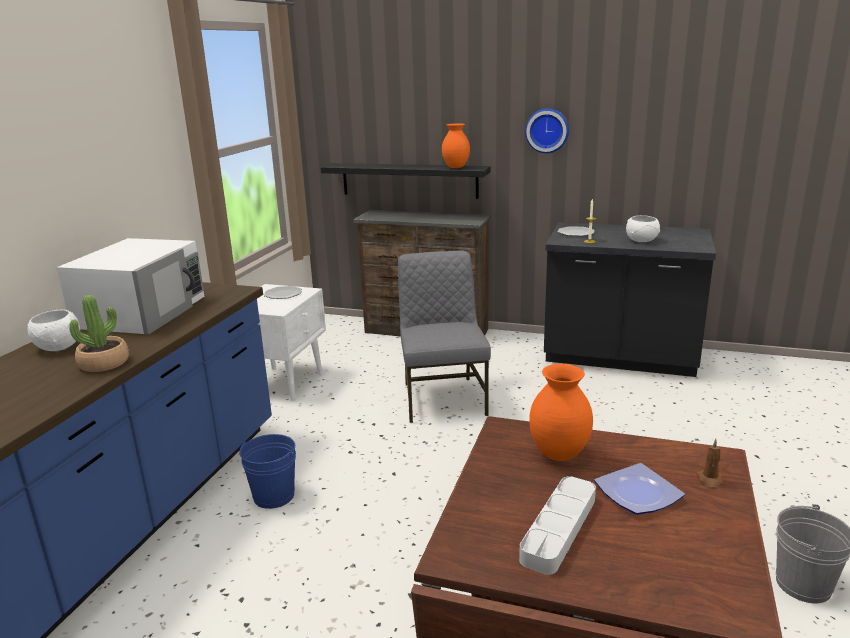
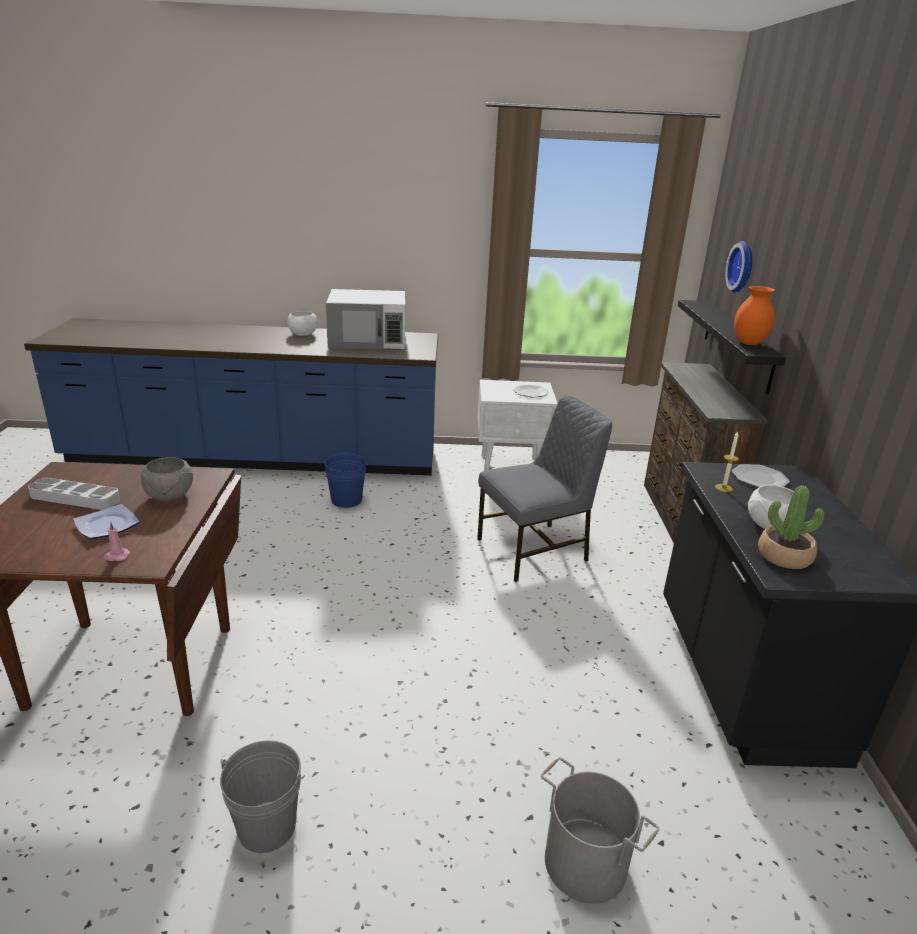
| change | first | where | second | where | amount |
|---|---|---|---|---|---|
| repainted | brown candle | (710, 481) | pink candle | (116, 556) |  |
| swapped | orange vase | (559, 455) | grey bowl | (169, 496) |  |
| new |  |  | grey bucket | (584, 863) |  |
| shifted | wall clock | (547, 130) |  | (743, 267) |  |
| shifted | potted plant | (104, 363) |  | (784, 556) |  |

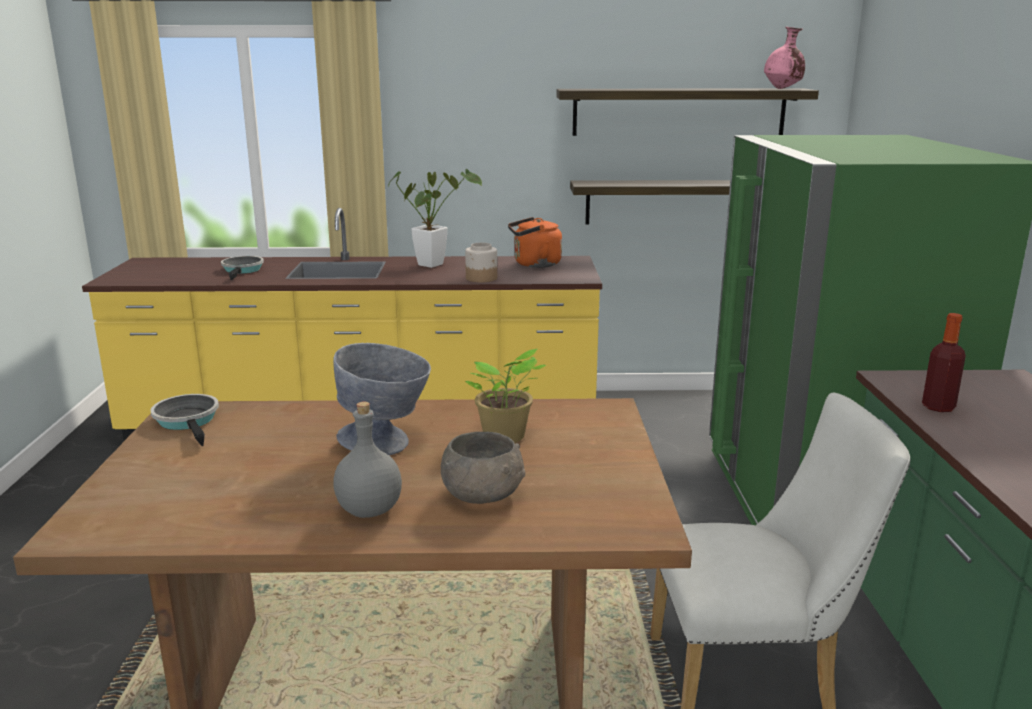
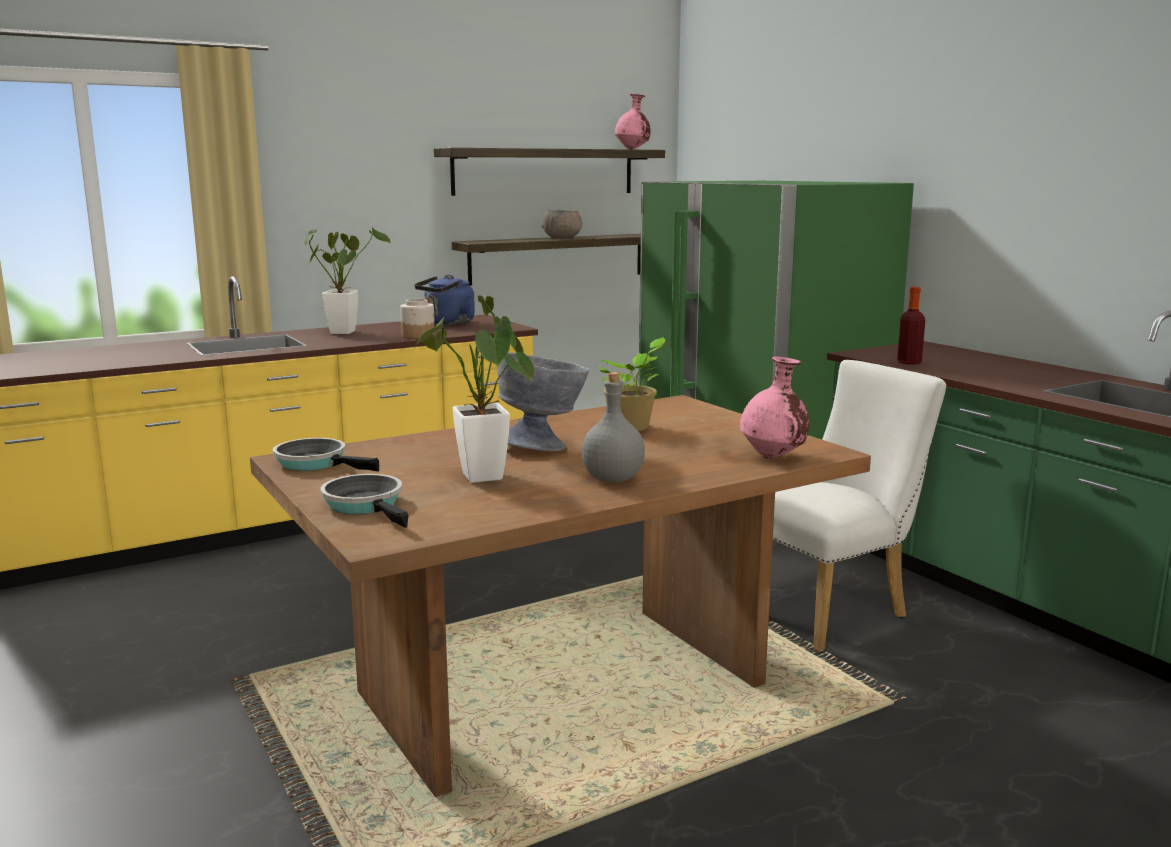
| change | first | where | second | where | amount |
|---|---|---|---|---|---|
| shifted | frying pan | (242, 270) |  | (366, 505) |  |
| repainted | orange kettle | (534, 264) | blue kettle | (447, 323) |  |
| new |  |  | potted plant | (484, 480) |  |
| shifted | grey bowl | (483, 495) |  | (562, 238) |  |
| new |  |  | pink vase | (773, 457) |  |

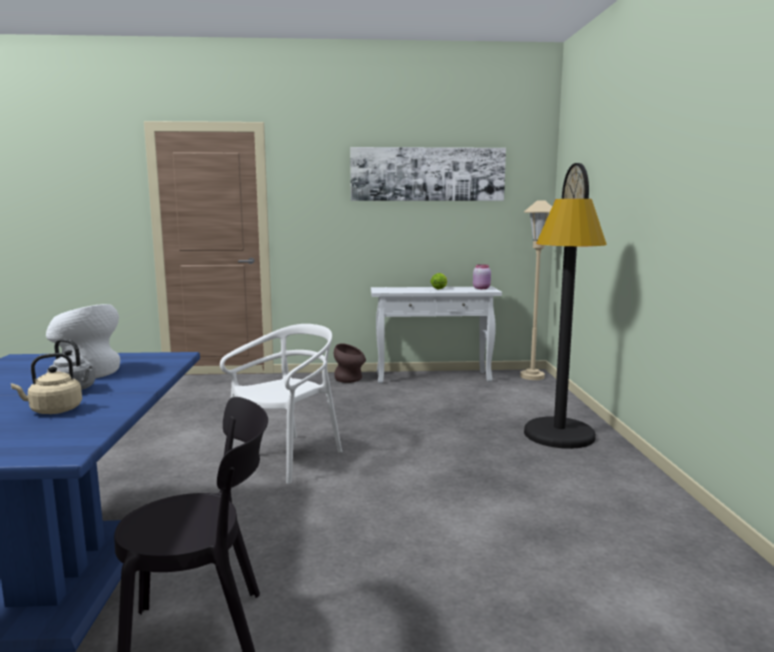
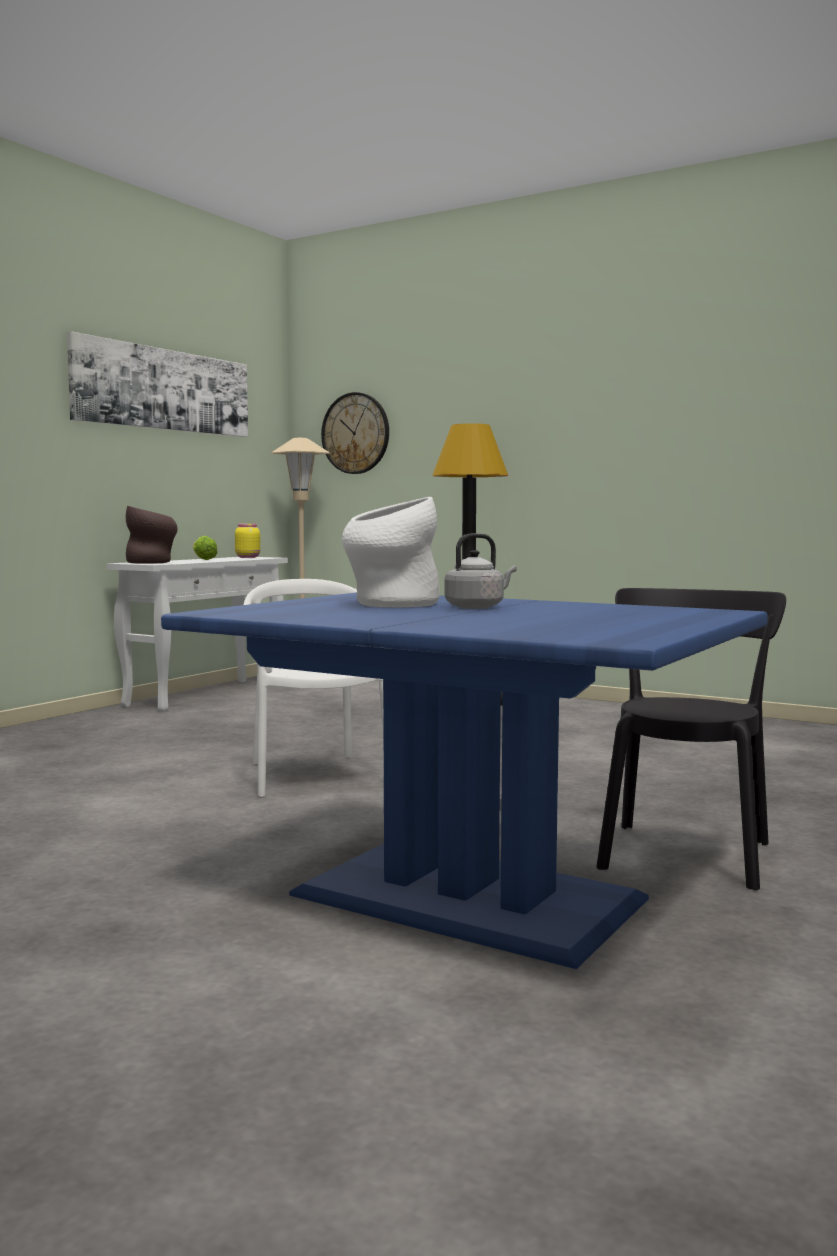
| change | first | where | second | where | amount |
|---|---|---|---|---|---|
| shifted | brown vase | (350, 379) |  | (153, 562) |  |
| repainted | pink jar | (481, 288) | yellow jar | (248, 557) |  |
| gone | beige kettle | (53, 411) |  |  |  |

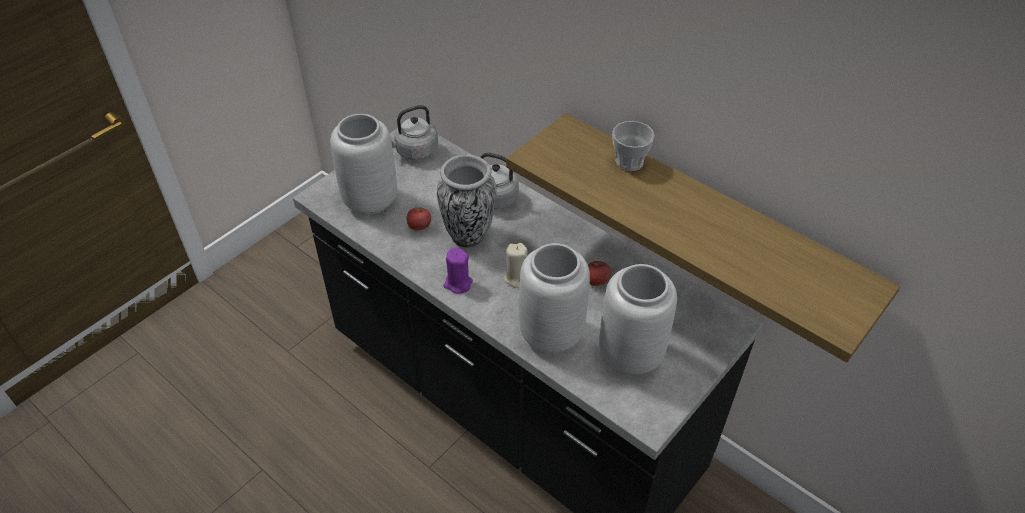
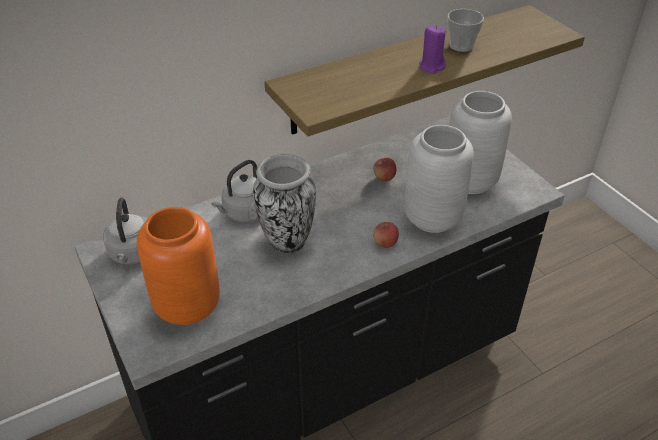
| change | first | where | second | where | amount |
|---|---|---|---|---|---|
| repainted | grey vase | (369, 200) | orange vase | (186, 307) |  |
| shifted | apple | (419, 227) |  | (385, 243) |  |
| shifted | purple candle | (458, 283) |  | (431, 66) |  |
| shifted | cup | (629, 162) |  | (461, 46) |  |
| gone | beige candle | (517, 277) |  |  |  |

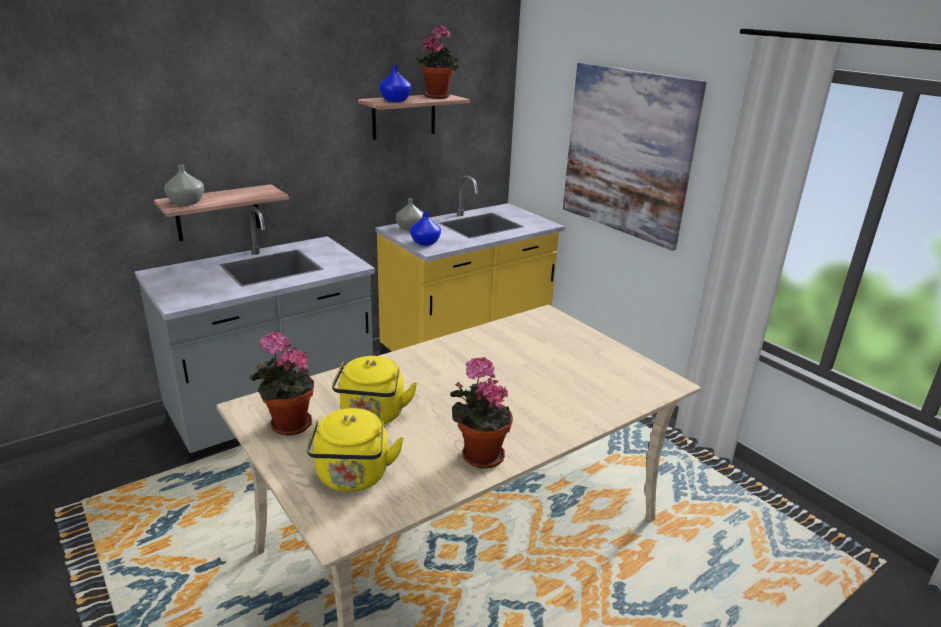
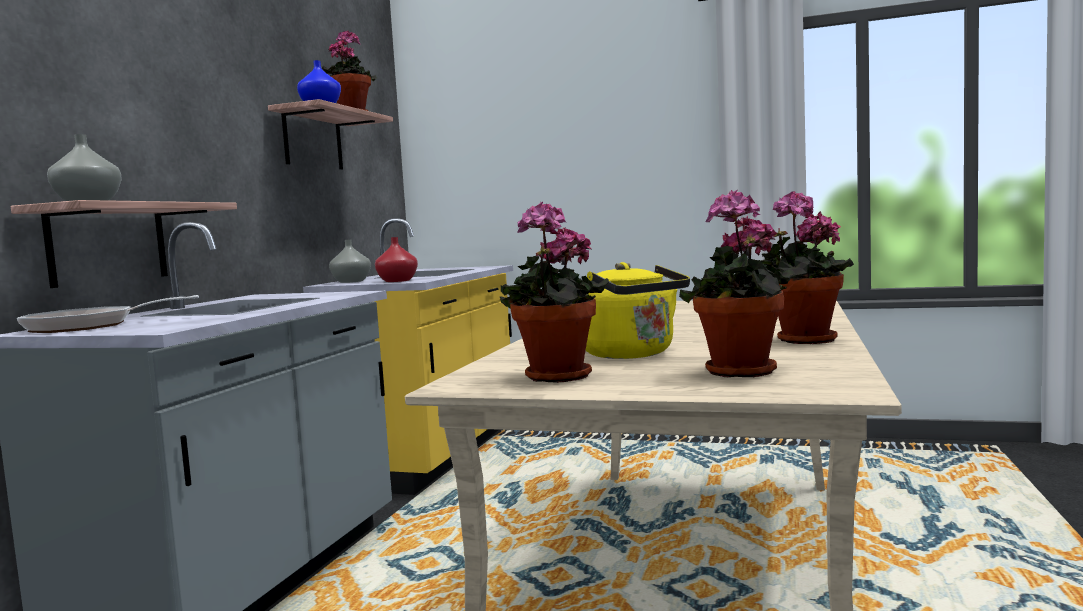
| change | first | where | second | where | amount |
|---|---|---|---|---|---|
| new |  |  | frying pan | (89, 326) |  |
| repainted | blue vase | (425, 242) | red vase | (396, 281) |  |
| swapped | yellow kettle | (352, 478) | potted plant | (740, 373) |  |
| gone | picture | (627, 153) |  |  |  |

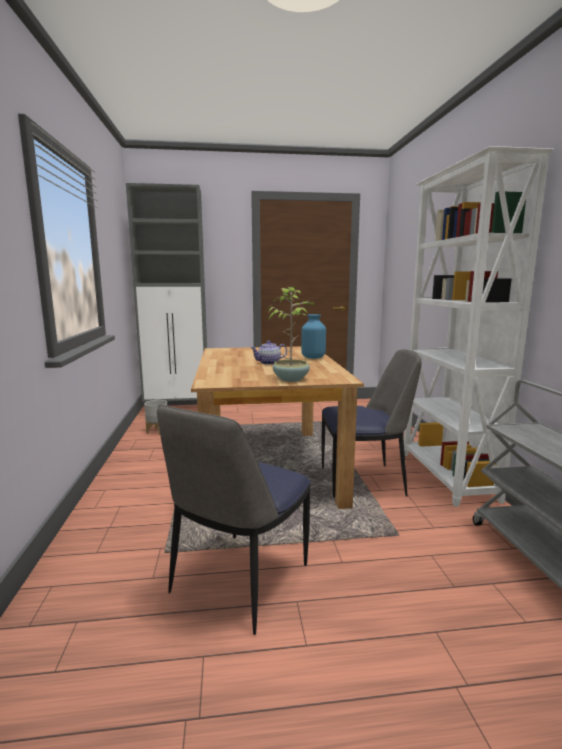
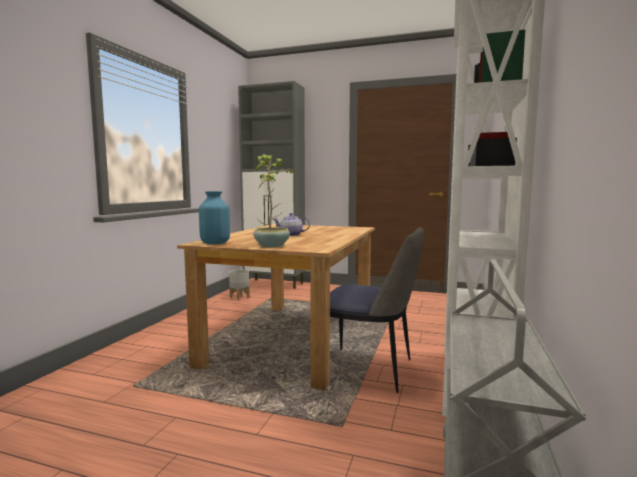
| change | first | where | second | where | amount |
|---|---|---|---|---|---|
| shifted | blue vase | (313, 357) |  | (215, 243) |  |
| gone | chair | (238, 581) |  |  |  |

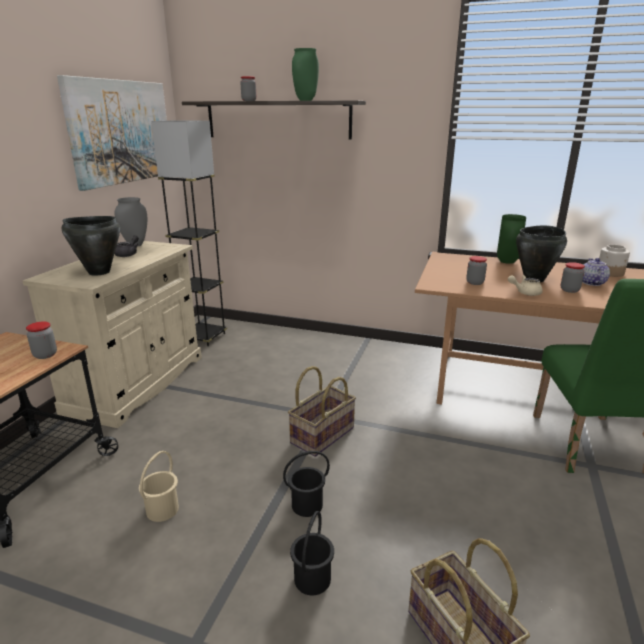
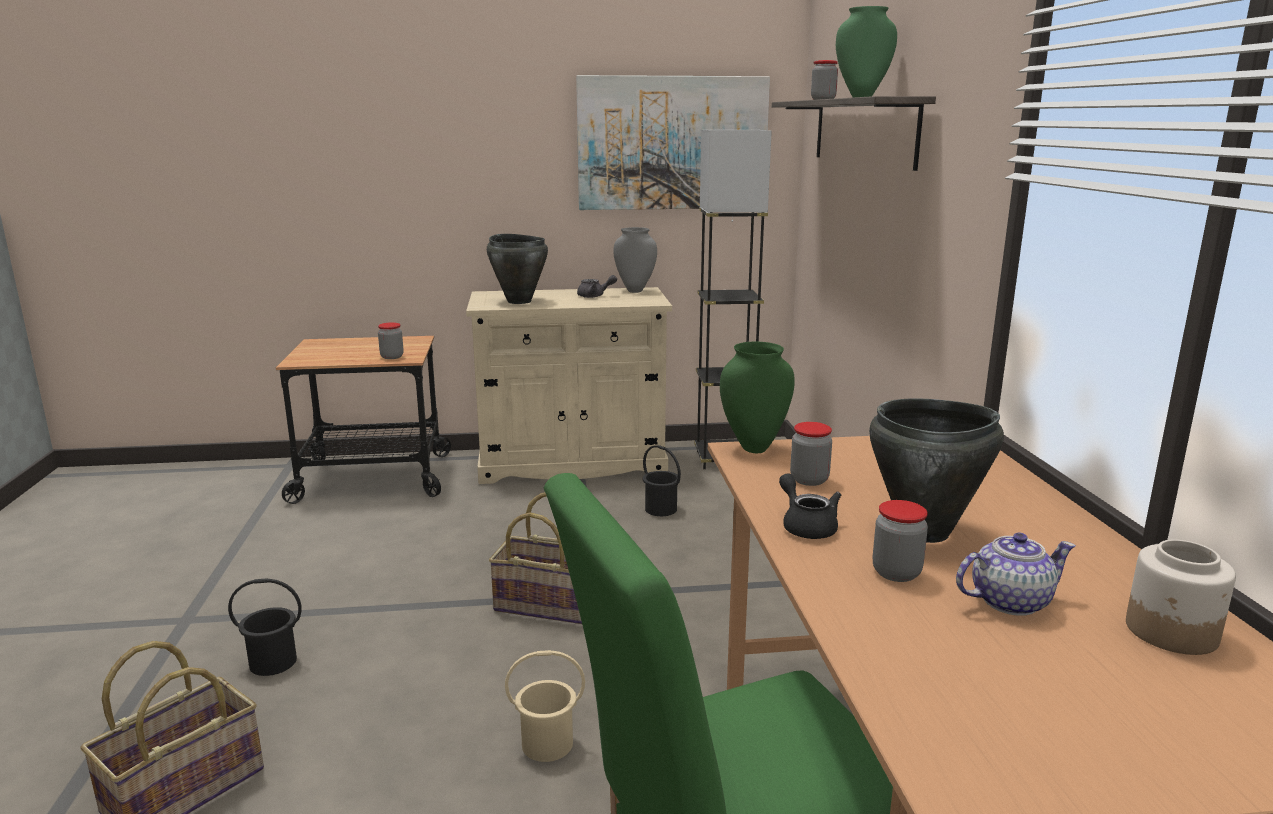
| change | first | where | second | where | amount |
|---|---|---|---|---|---|
| shifted | beige bucket | (162, 510) |  | (547, 743) |  |
| shifted | black bucket | (307, 505) |  | (660, 509) |  |
| shifted | green vase | (507, 262) |  | (754, 449) |  |
| repainted | beige teapot | (525, 293) | black teapot | (806, 526) |  |

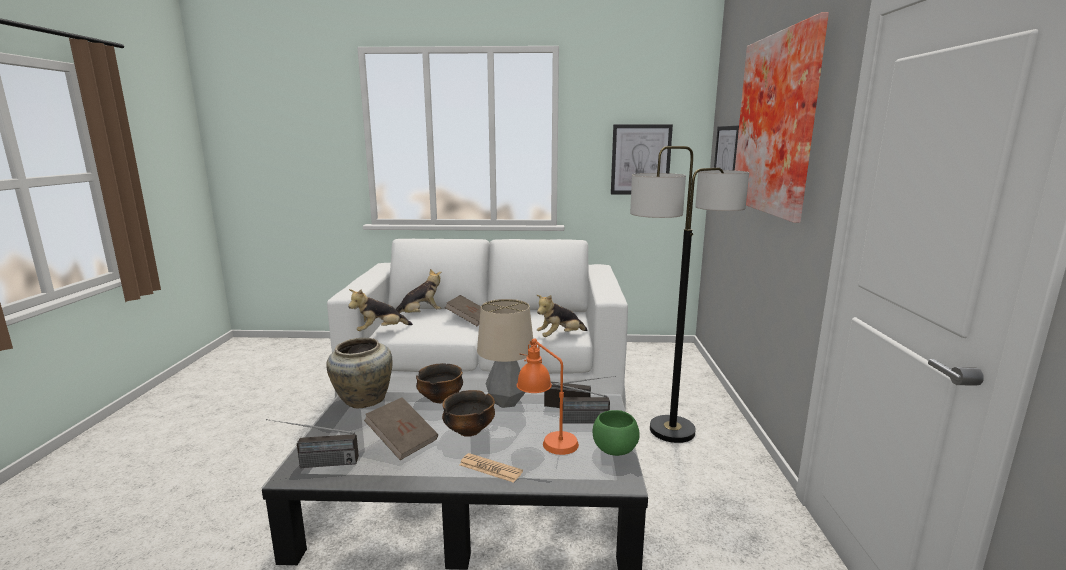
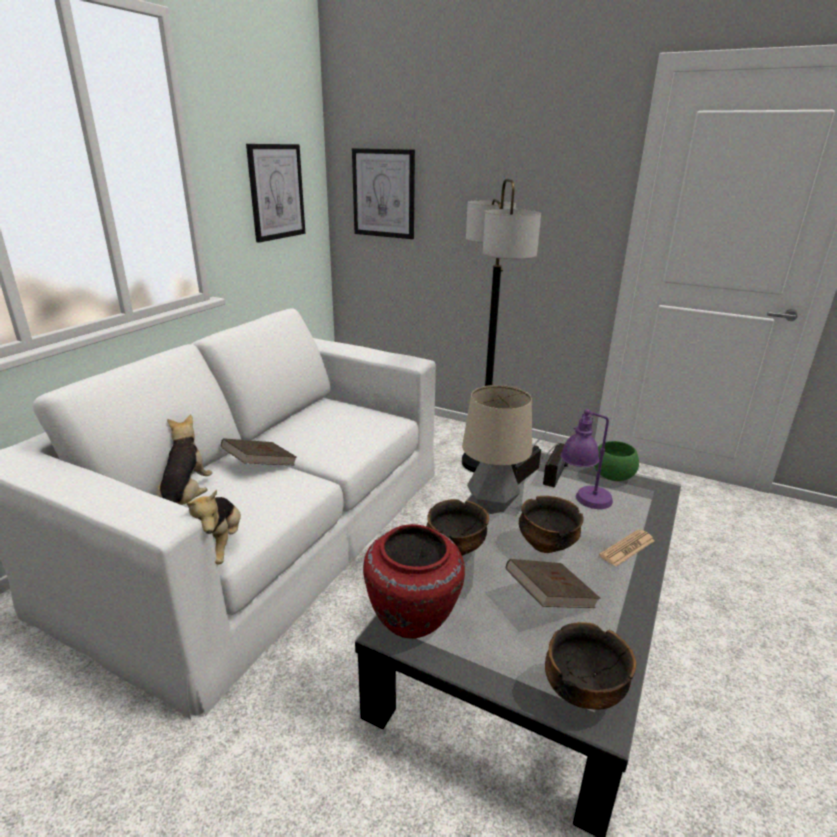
| change | first | where | second | where | amount |
|---|---|---|---|---|---|
| repainted | beige vase | (362, 400) | red vase | (413, 619) |  |
| swapped | radio | (314, 464) | bowl | (582, 691) |  |
| repainted | orange table lamp | (546, 440) | purple table lamp | (583, 504) |  |
| gone | plush toy | (560, 337) |  |  |  |
| gone | picture | (780, 124) |  |  |  |

